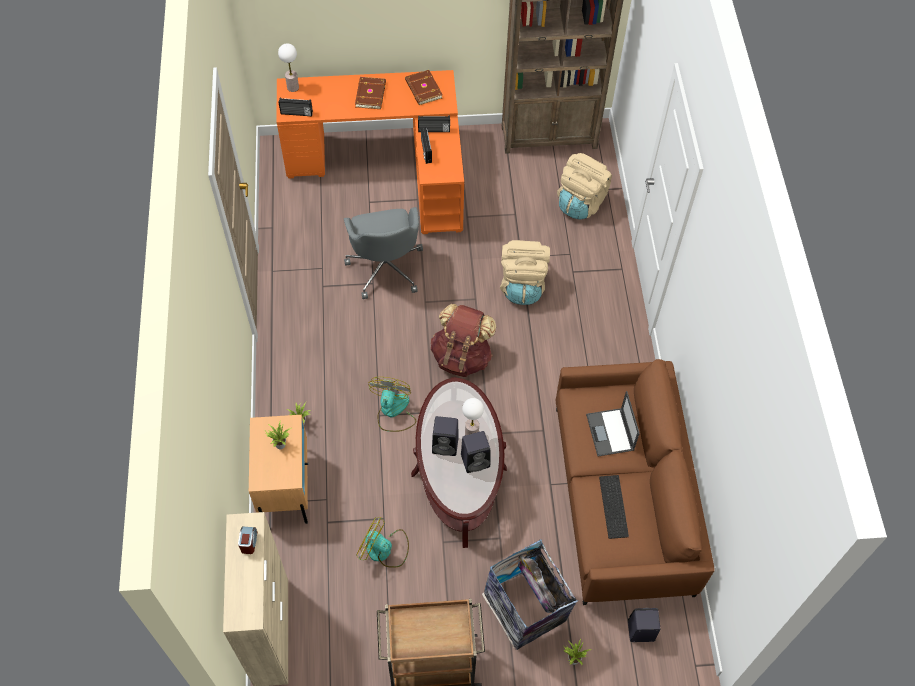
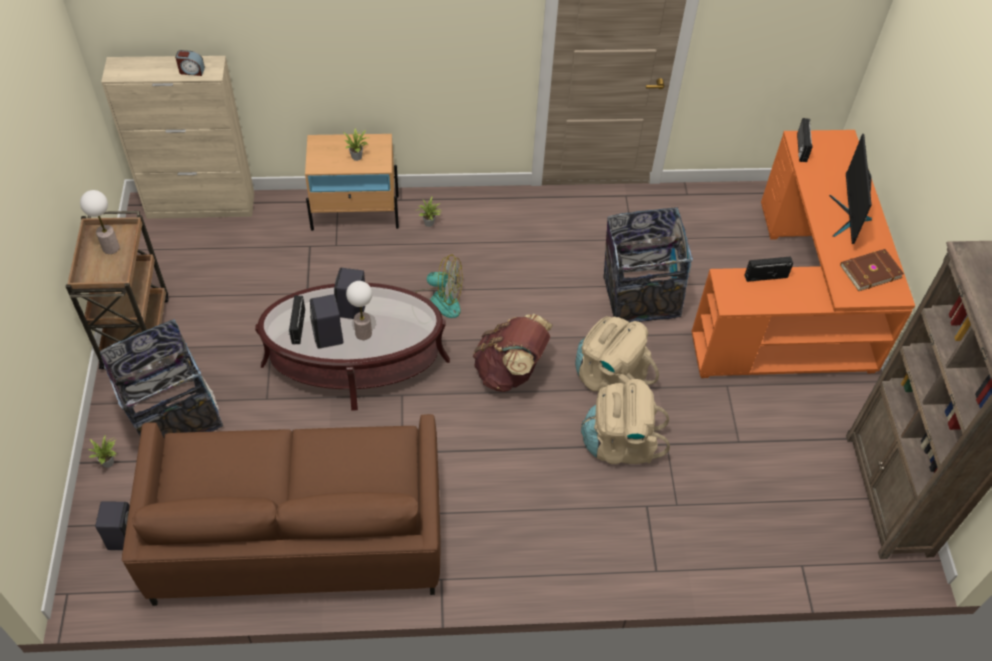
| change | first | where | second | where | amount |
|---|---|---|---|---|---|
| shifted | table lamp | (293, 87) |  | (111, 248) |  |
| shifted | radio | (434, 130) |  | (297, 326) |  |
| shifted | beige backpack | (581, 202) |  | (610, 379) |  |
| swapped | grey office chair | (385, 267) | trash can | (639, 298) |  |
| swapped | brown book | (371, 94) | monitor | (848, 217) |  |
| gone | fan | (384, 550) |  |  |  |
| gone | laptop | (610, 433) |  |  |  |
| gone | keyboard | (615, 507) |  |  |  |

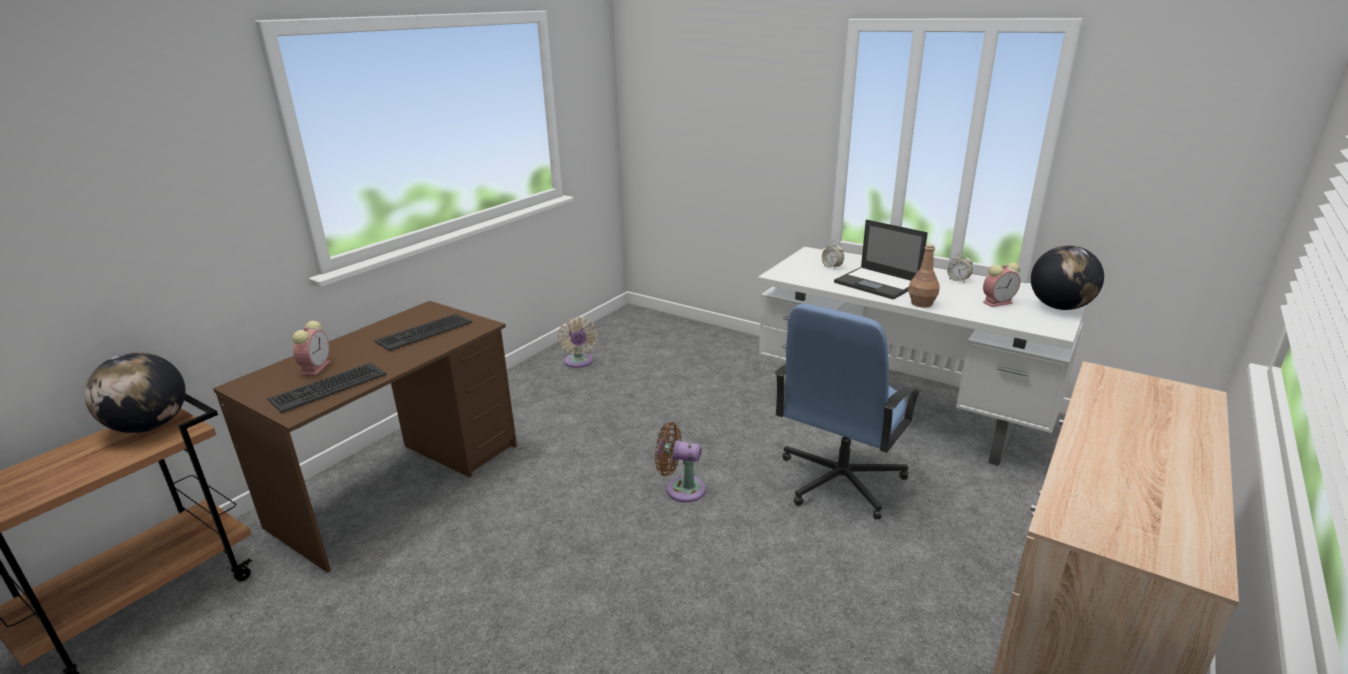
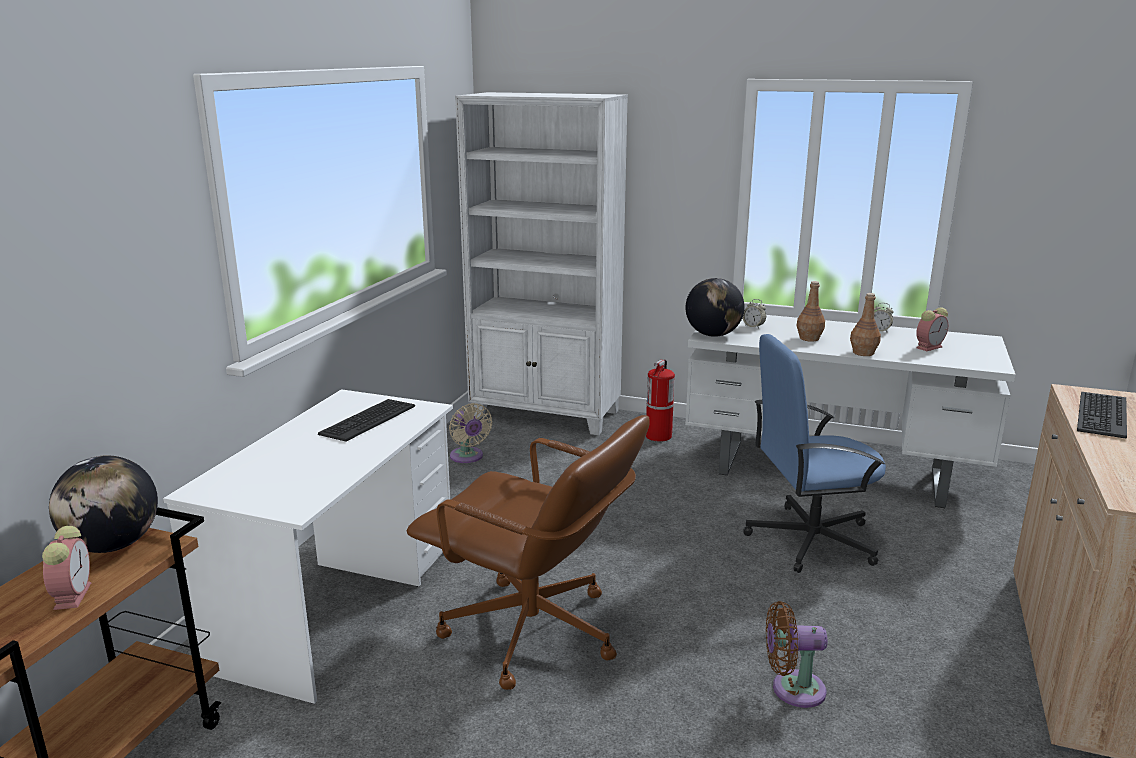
| change | first | where | second | where | amount |
|---|---|---|---|---|---|
| shifted | alarm clock | (316, 367) |  | (72, 595) |  |
| repainted | brown desk | (400, 485) | white desk | (340, 604) |  |
| new |  |  | brown office chair | (532, 633) |  |
| new |  |  | white bookcase | (546, 414) |  |
| new |  |  | fire extinguisher | (658, 436) |  |
| shifted | globe | (1059, 307) |  | (713, 335) |  |
| rotated | blue office chair | (839, 480) |  | (809, 539) | 60 degrees clockwise |
| shifted | brown fan | (681, 489) |  | (792, 689) |  |
| swapped | laptop | (878, 283) | brown bottle | (809, 338) |  |
| shifted | keyboard | (328, 387) |  | (1100, 415) |  |

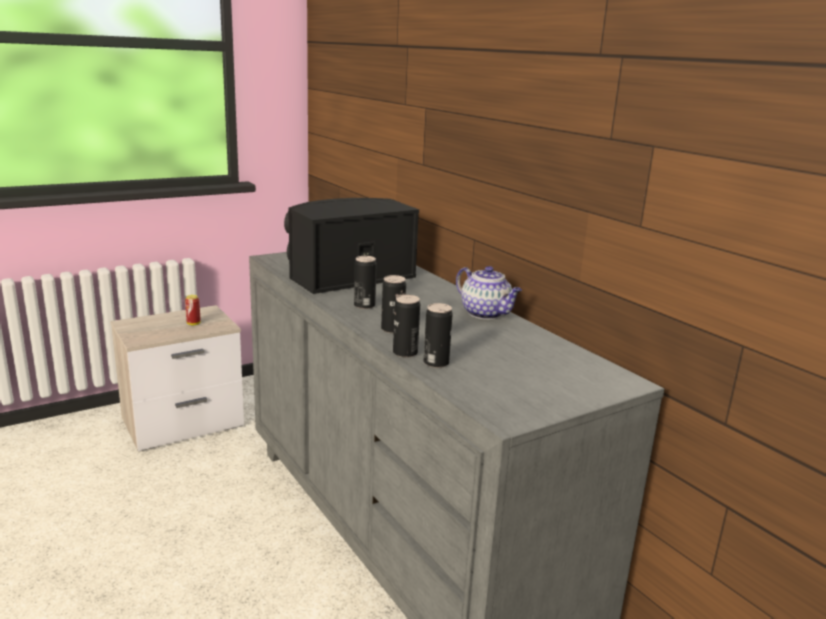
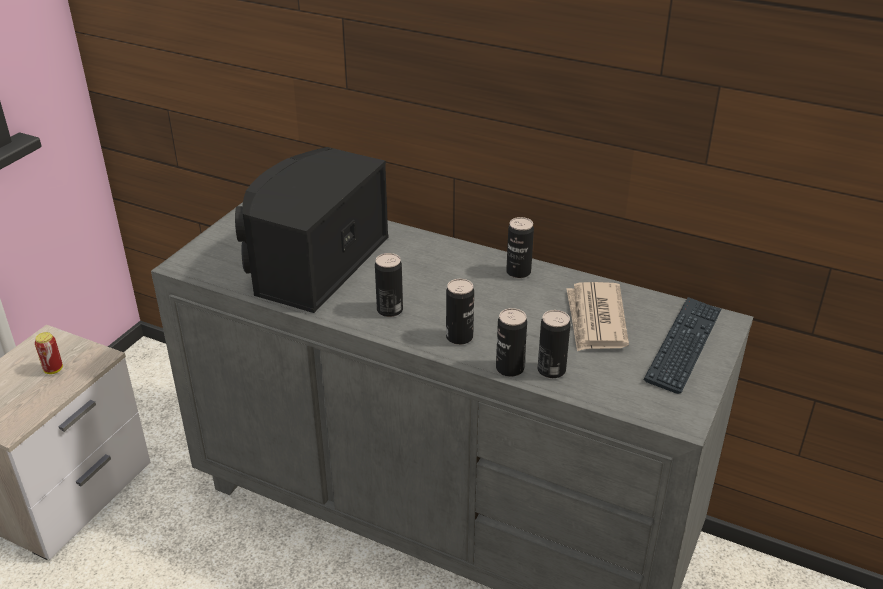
| change | first | where | second | where | amount |
|---|---|---|---|---|---|
| swapped | teapot | (486, 314) | can | (518, 272) |  |
| new |  |  | newspaper | (595, 320) |  |
| new |  |  | keyboard | (684, 345) |  |

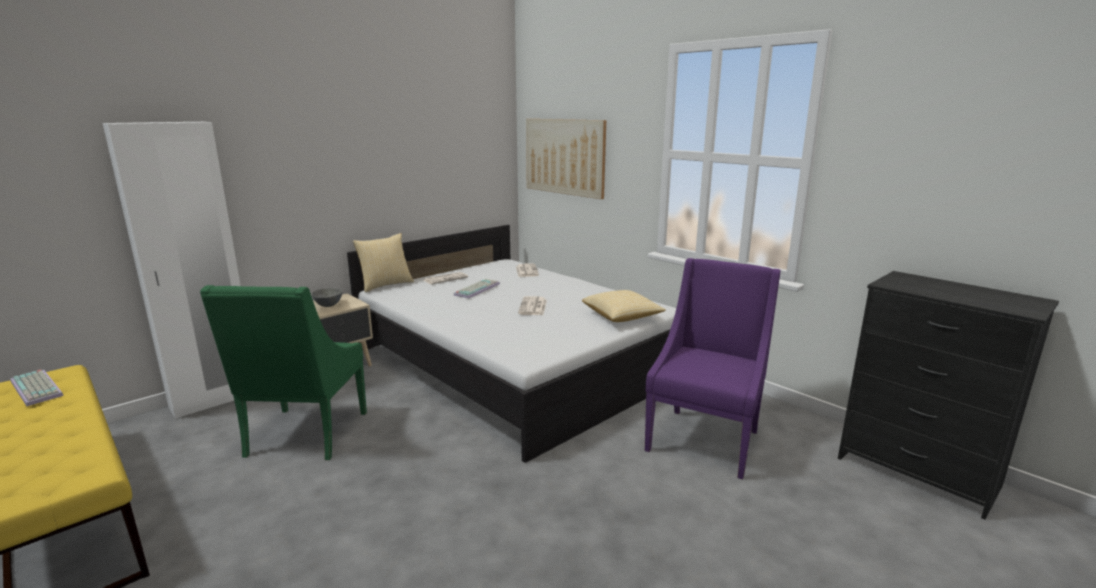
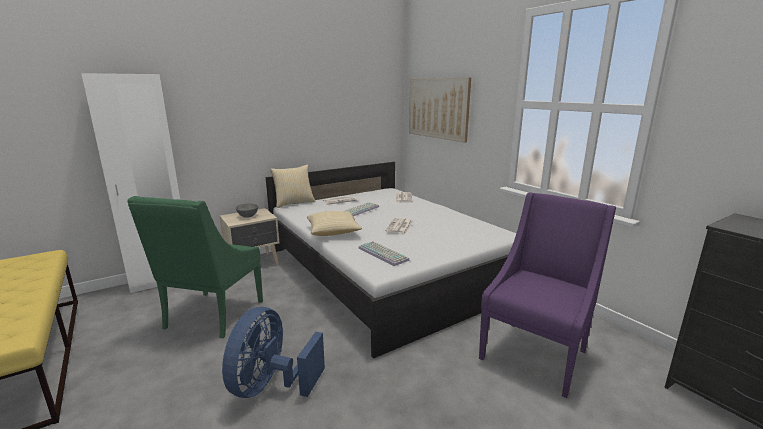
| change | first | where | second | where | amount |
|---|---|---|---|---|---|
| new |  |  | blue fan | (271, 386) |  |
| shifted | pillow | (622, 317) |  | (333, 232) |  |
| shifted | keyboard | (38, 388) |  | (384, 254) |  |

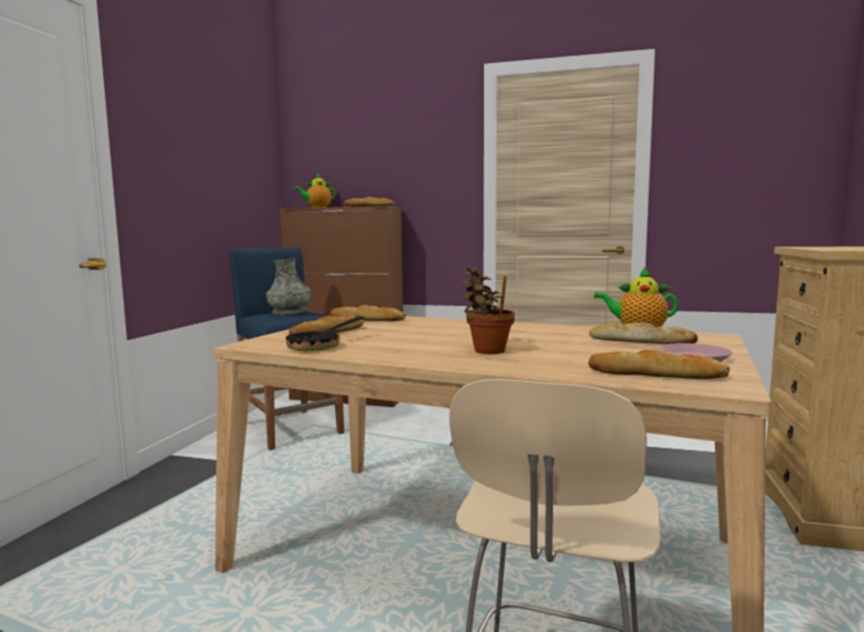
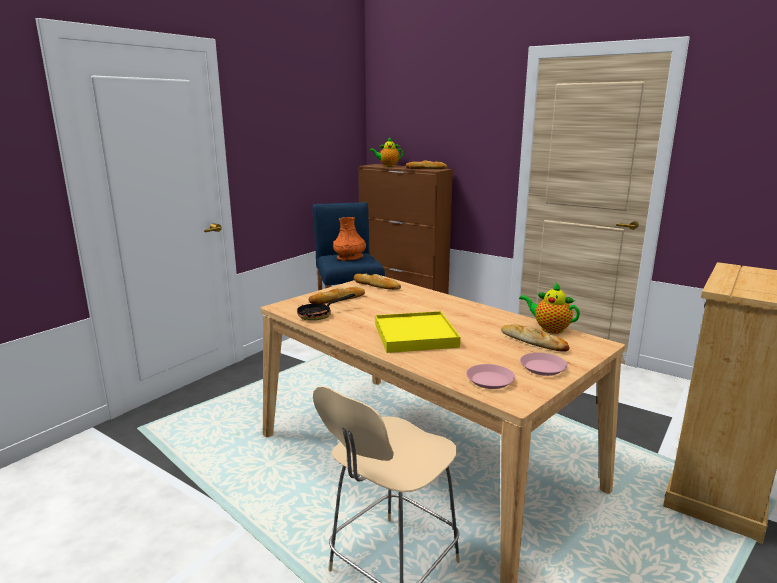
| change | first | where | second | where | amount |
|---|---|---|---|---|---|
| repainted | grey vase | (290, 313) | orange vase | (349, 257) |  |
| swapped | potted plant | (487, 350) | yellow tray | (415, 336) |  |
| swapped | bread | (656, 374) | pink plate | (489, 380) |  |

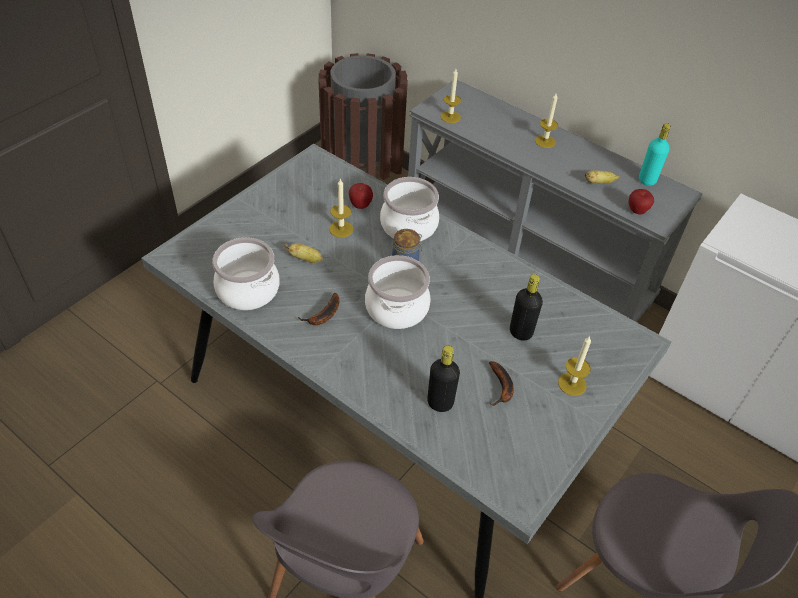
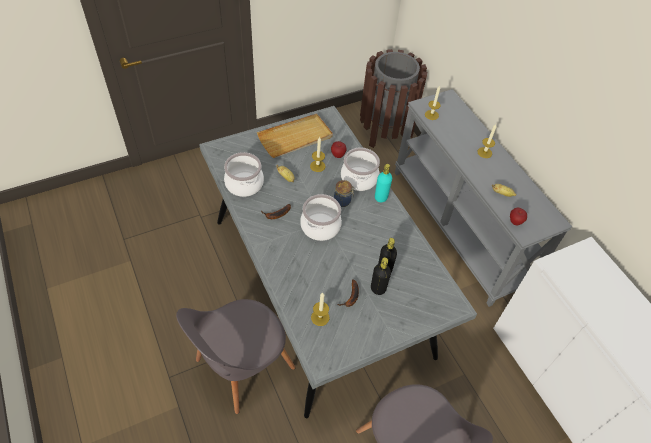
| change | first | where | second | where | amount |
|---|---|---|---|---|---|
| new |  |  | beige tray | (295, 138) |  |
| shifted | candle | (572, 384) |  | (320, 317) |  |
| shifted | black bottle | (440, 403) |  | (378, 289) |  |
| shifted | turquoise bottle | (647, 180) |  | (381, 197) |  |

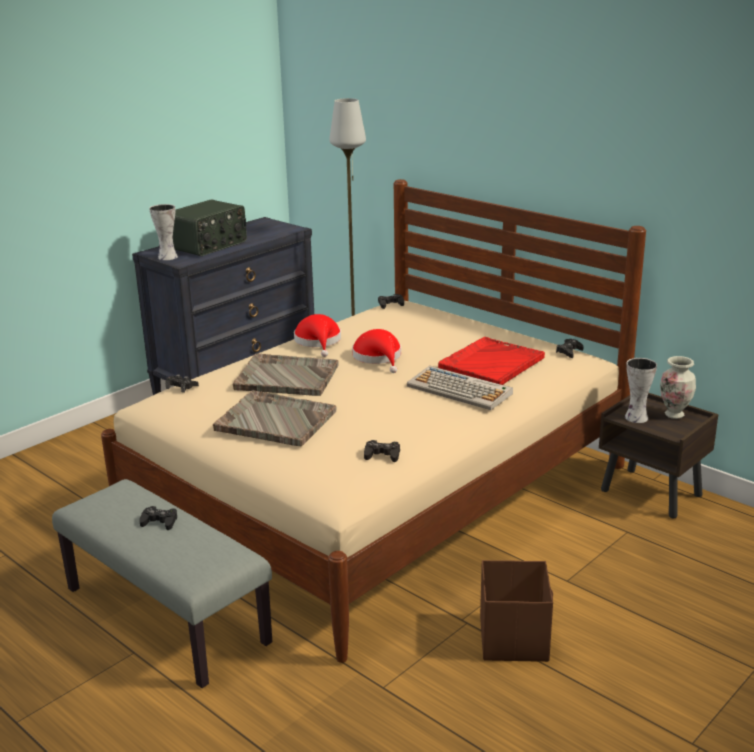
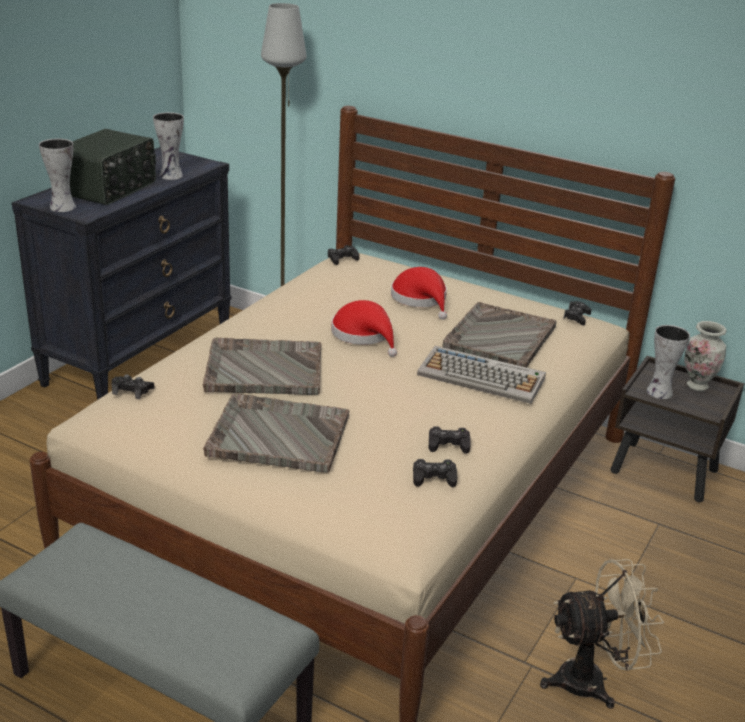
| change | first | where | second | where | amount |
|---|---|---|---|---|---|
| new |  |  | vase | (172, 175) |  |
| shifted | red hat | (318, 341) |  | (421, 299) |  |
| shifted | black game controller | (159, 522) |  | (448, 445) |  |
| repainted | red tray | (490, 363) | grey tray | (499, 338) |  |
| swapped | brown storage box | (514, 638) | beige fan | (592, 680) |  |

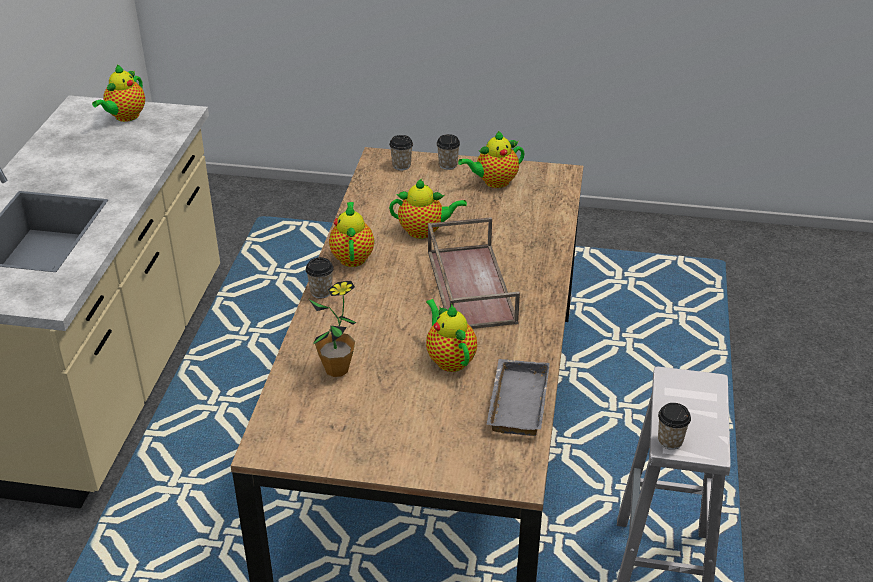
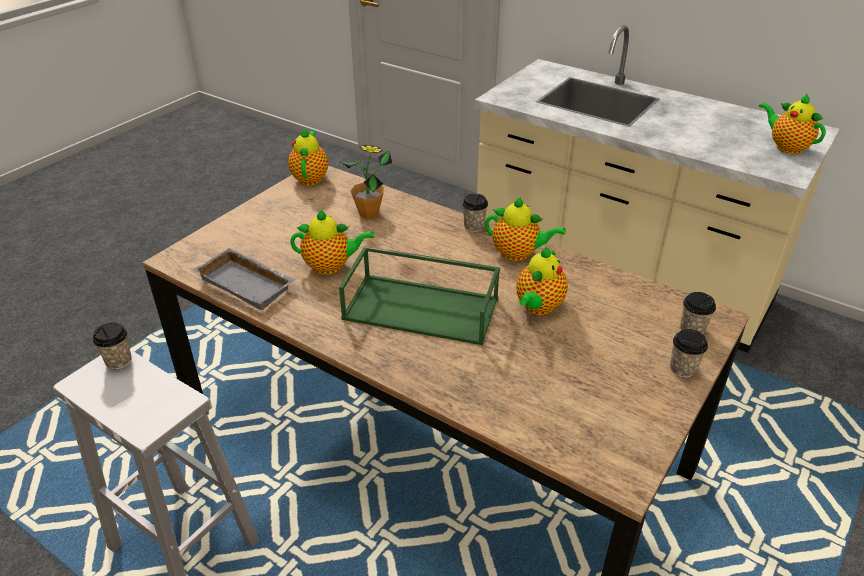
| change | first | where | second | where | amount |
|---|---|---|---|---|---|
| shifted | teapot | (494, 182) |  | (310, 178) |  |
| repainted | brown tray | (469, 286) | green tray | (423, 308) |  |

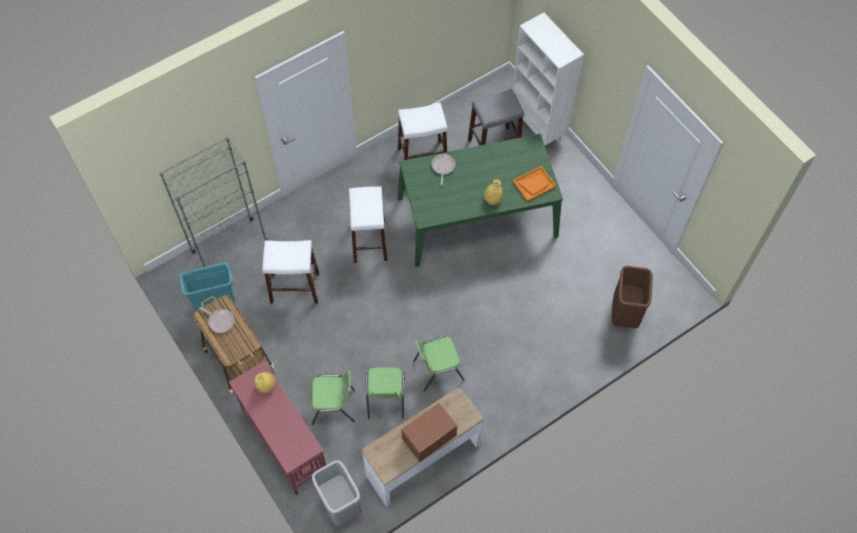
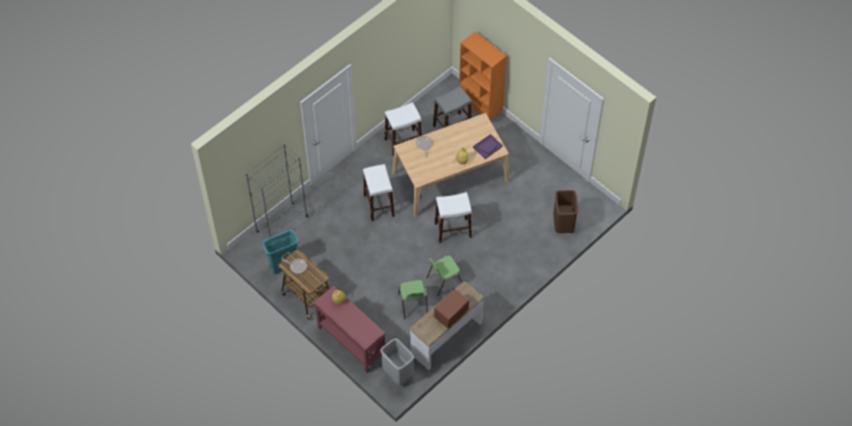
| change | first | where | second | where | amount |
|---|---|---|---|---|---|
| repainted | green dining table | (477, 217) | beige dining table | (450, 177) |  |
| shifted | white stool | (294, 287) |  | (452, 230) |  |
| repainted | white bookcase | (538, 127) | orange bookcase | (480, 110) |  |
| repainted | orange tray | (534, 184) | purple tray | (487, 147) |  |
| gone | green chair | (334, 406) |  |  |  |

